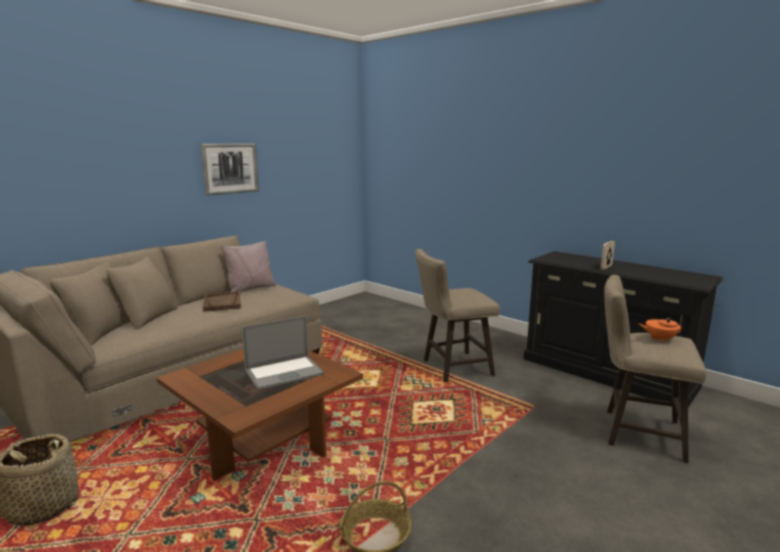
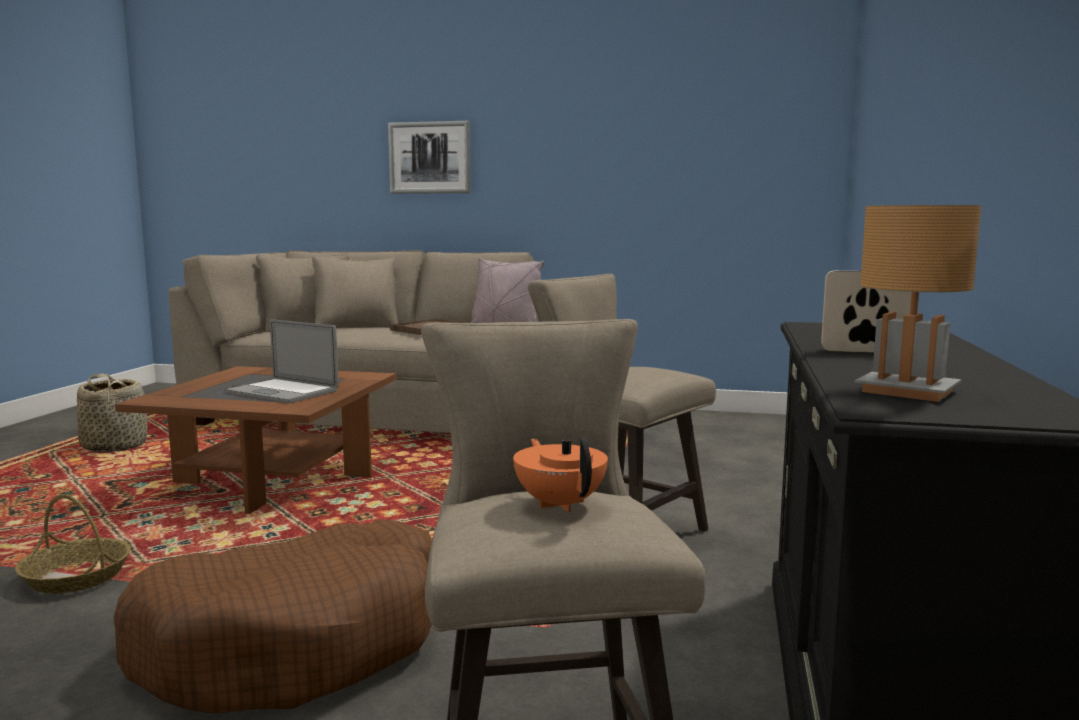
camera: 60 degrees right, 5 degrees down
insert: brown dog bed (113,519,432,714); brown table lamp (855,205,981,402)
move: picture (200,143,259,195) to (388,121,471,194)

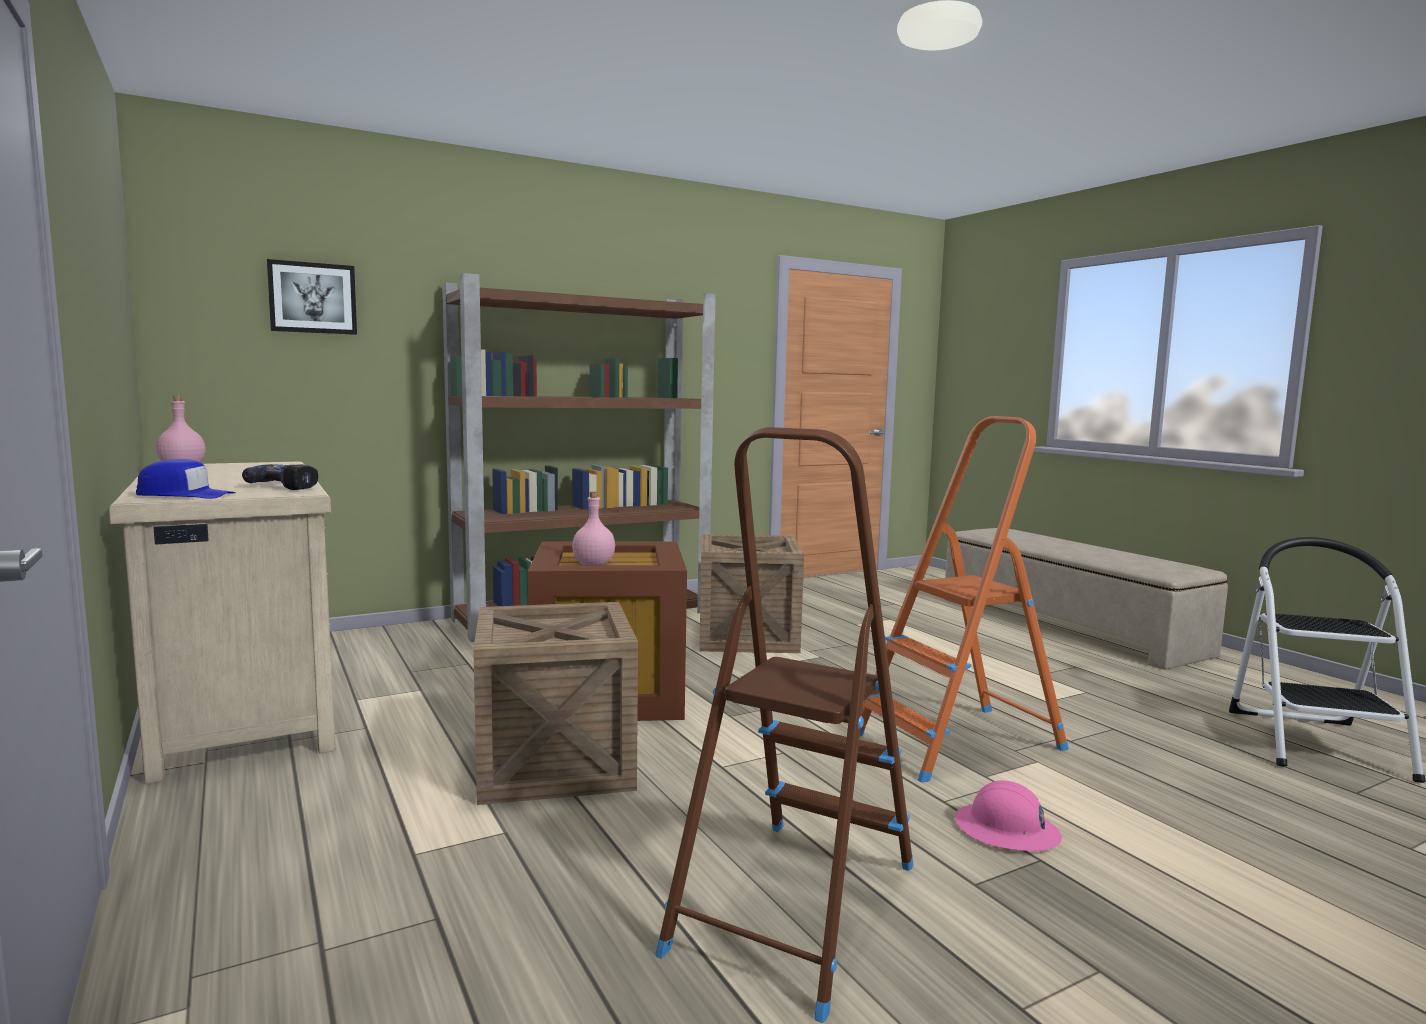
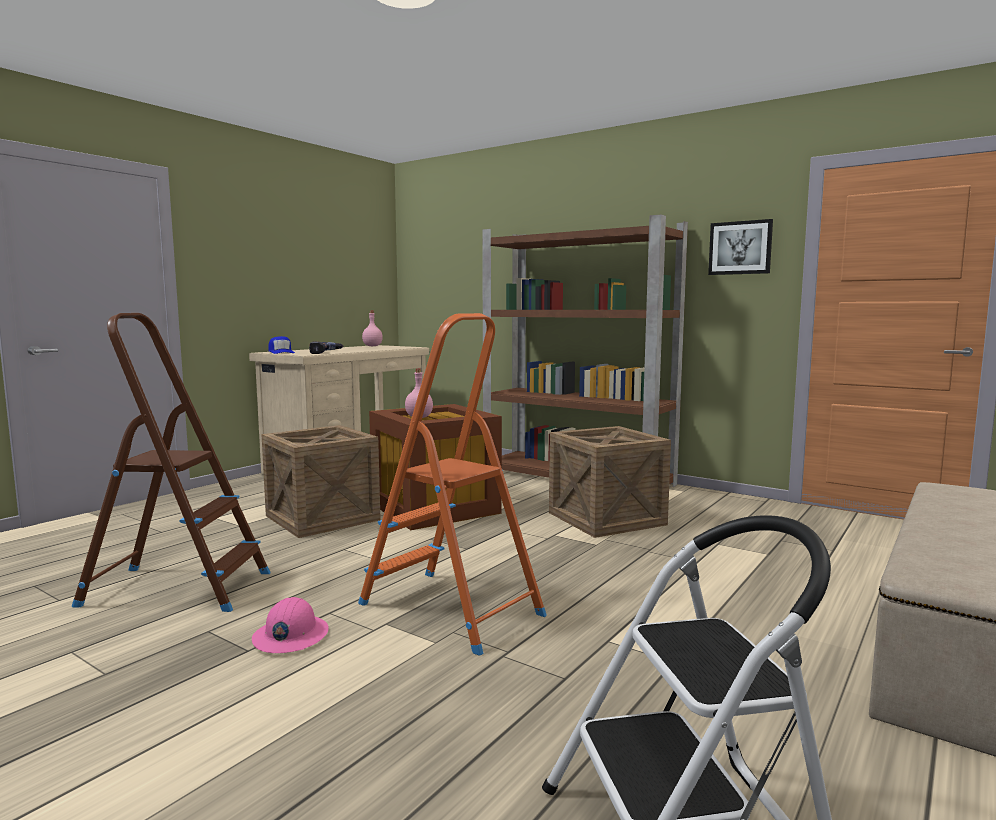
camera: 65 degrees right, 0 degrees up
move: picture (267,259,357,335) to (708,219,773,275)

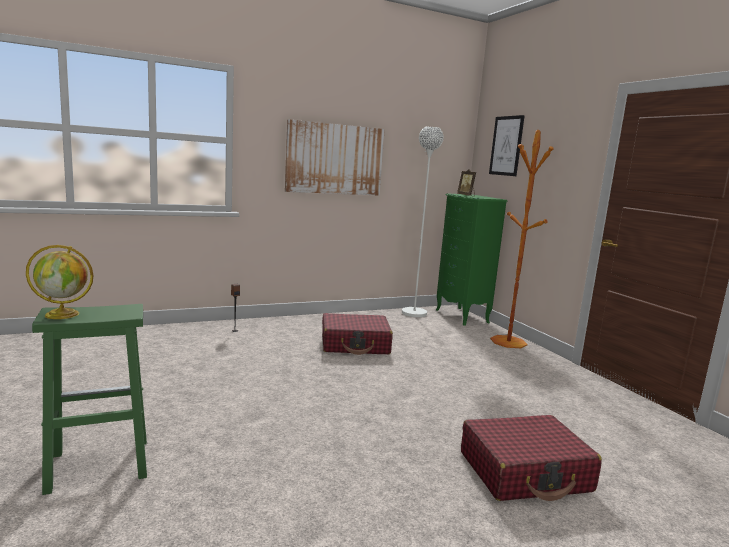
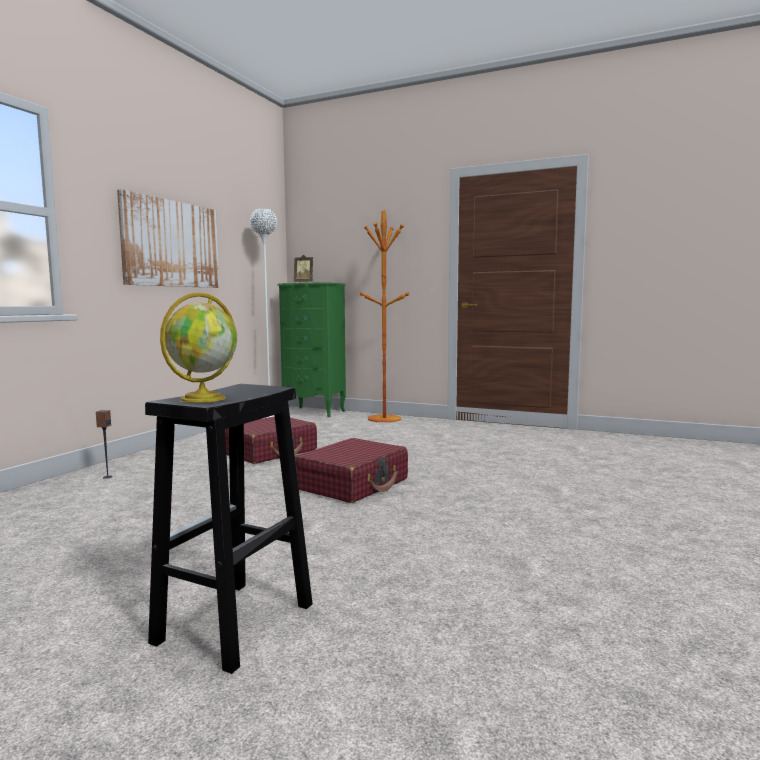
camera: 40 degrees left, 5 degrees down
delete: picture (489,115,525,176)
move: red suitcase (461,415,602,501) to (295,438,408,503)
recolor: green stool (32,304,147,495) to black stool (145,384,313,674)

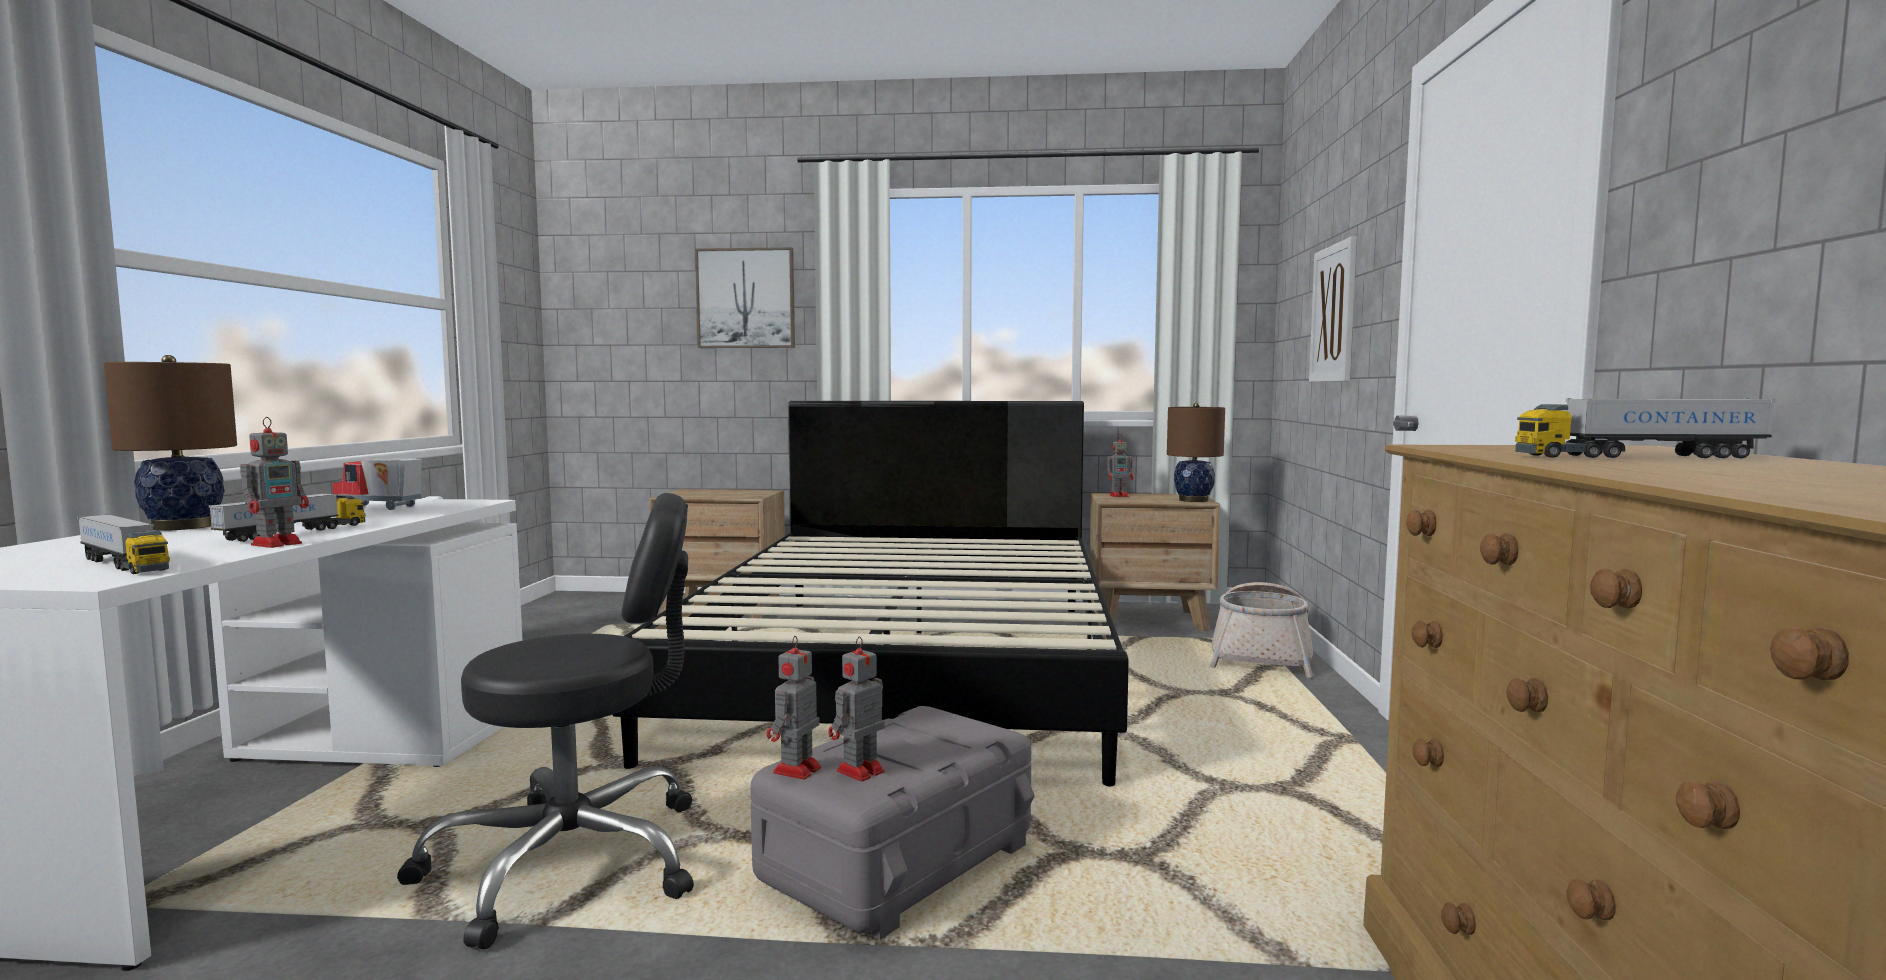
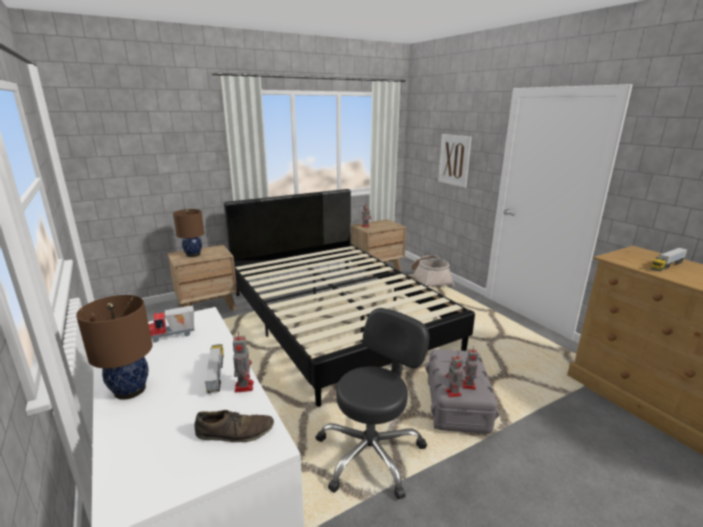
camera: 35 degrees left, 15 degrees up
delete: picture (695,247,795,348)
move: brown table lamp (1167,403,1225,502) to (173,209,204,257)
replace: toy truck (77,514,170,574) to brown shoe (194,410,274,442)

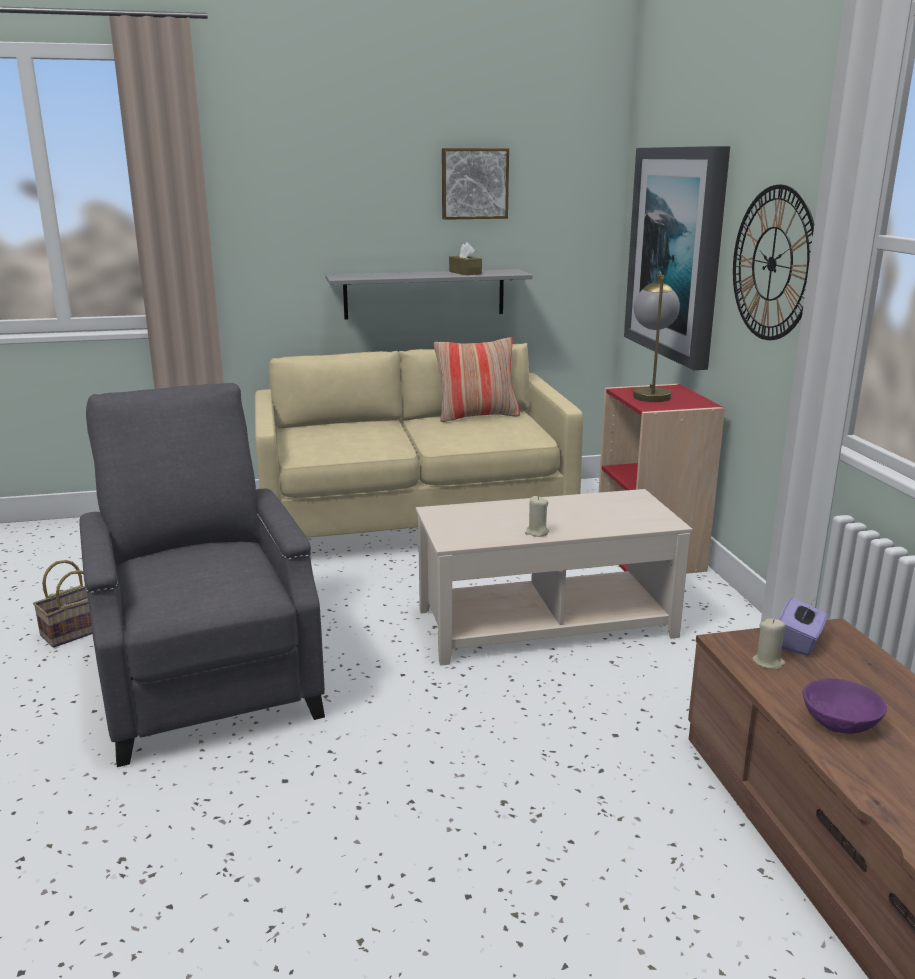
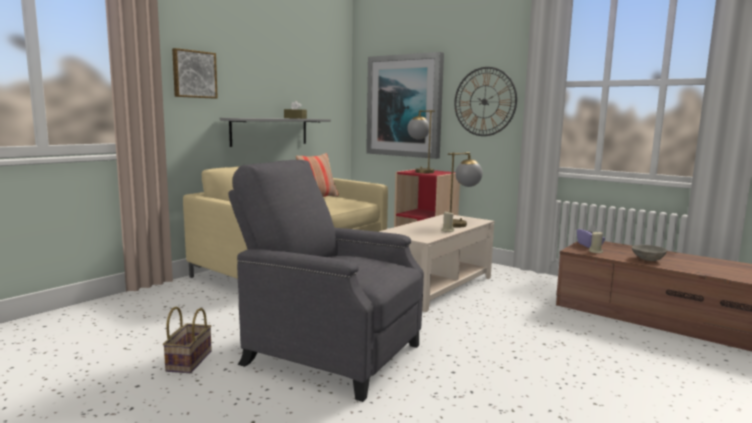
camera: 40 degrees left, 10 degrees down
insert: table lamp (448,152,483,227)
move: picture (442,148,509,220) to (172,48,218,99)
recolor: purple bowl (802,679,887,734) to grey bowl (632,245,667,261)

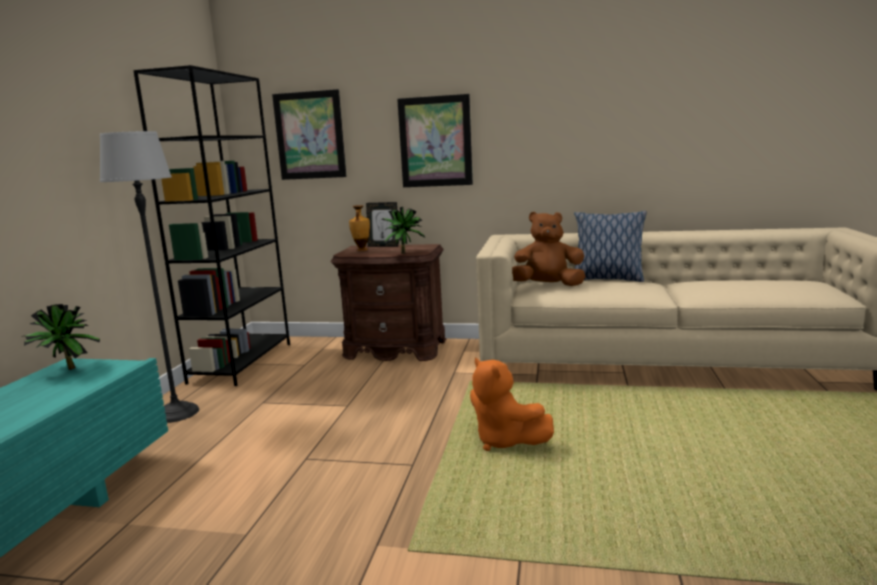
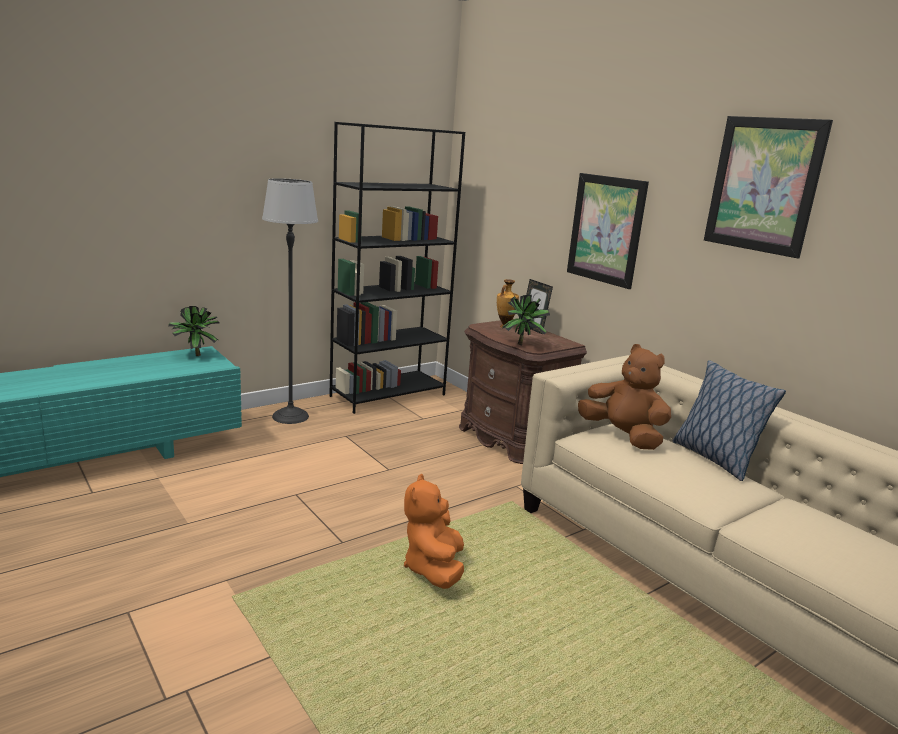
camera: 40 degrees right, 5 degrees up
move: picture (272,89,347,180) to (704,116,833,258)

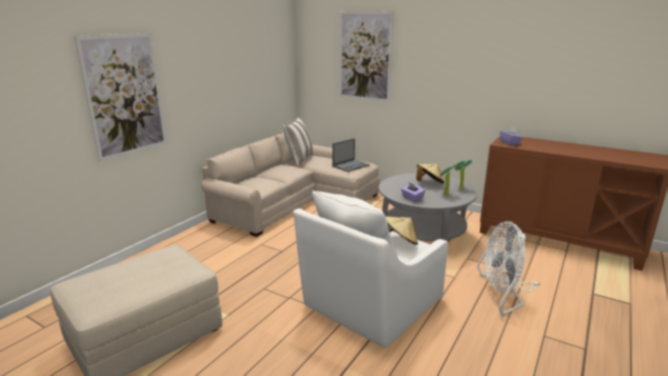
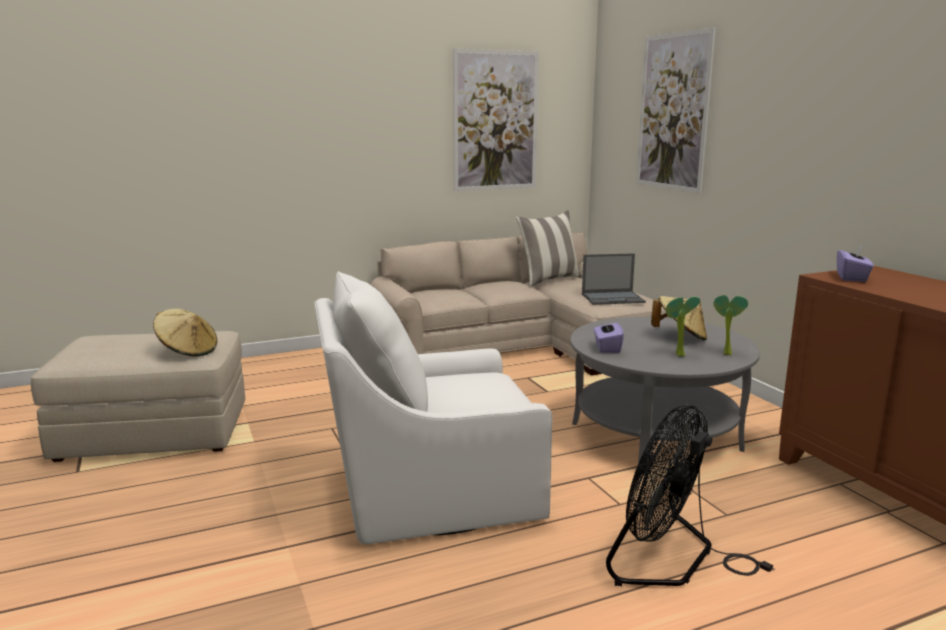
camera: 35 degrees right, 5 degrees down
move: beige hat (386,216,418,245) to (153,309,217,357); picture (74,33,167,162) to (453,49,539,191)
recolor: white fan (477,221,539,317) to black fan (606,406,774,586)

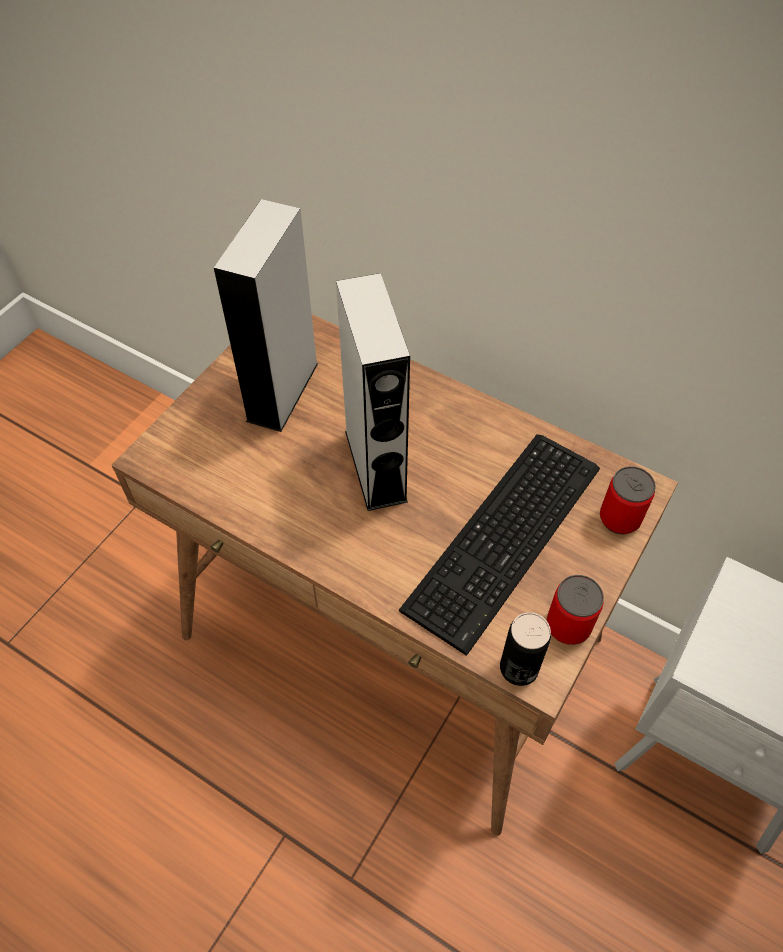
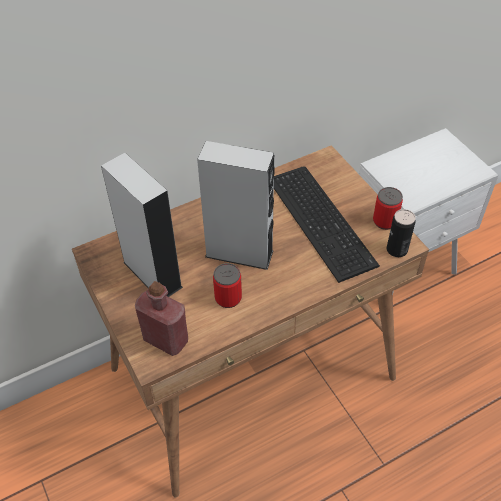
camera: 60 degrees left, 5 degrees down
insert: red bottle (135,281,188,356)
move: can (600,466,656,534) to (213,263,242,308)

